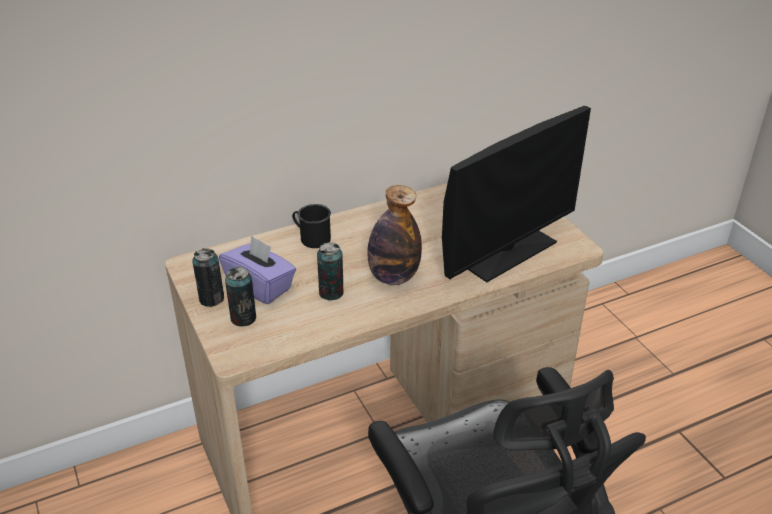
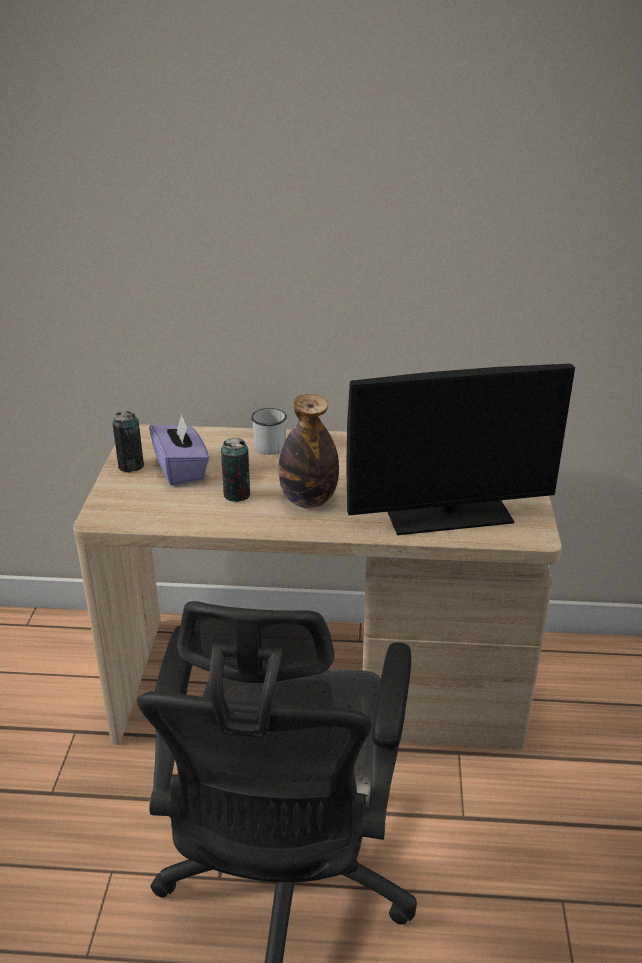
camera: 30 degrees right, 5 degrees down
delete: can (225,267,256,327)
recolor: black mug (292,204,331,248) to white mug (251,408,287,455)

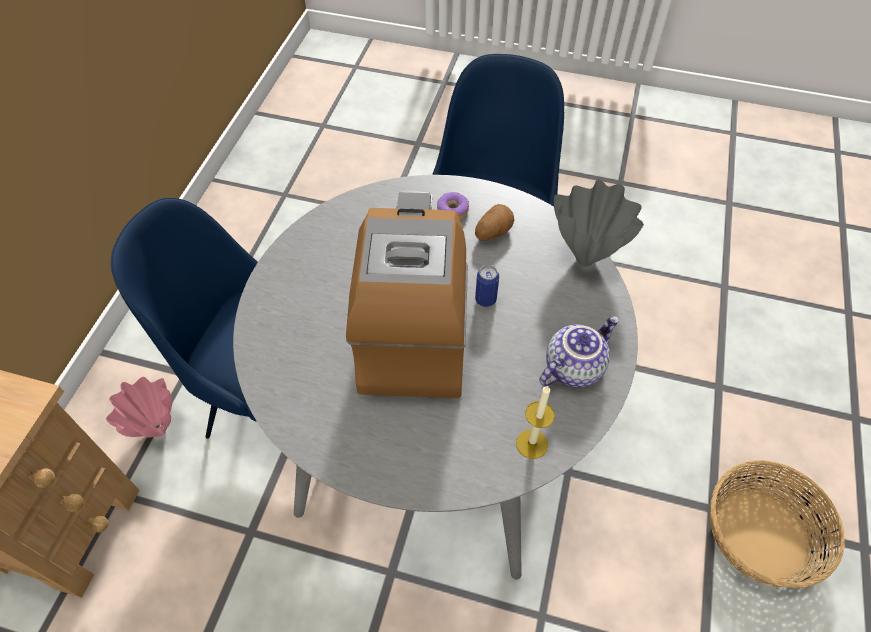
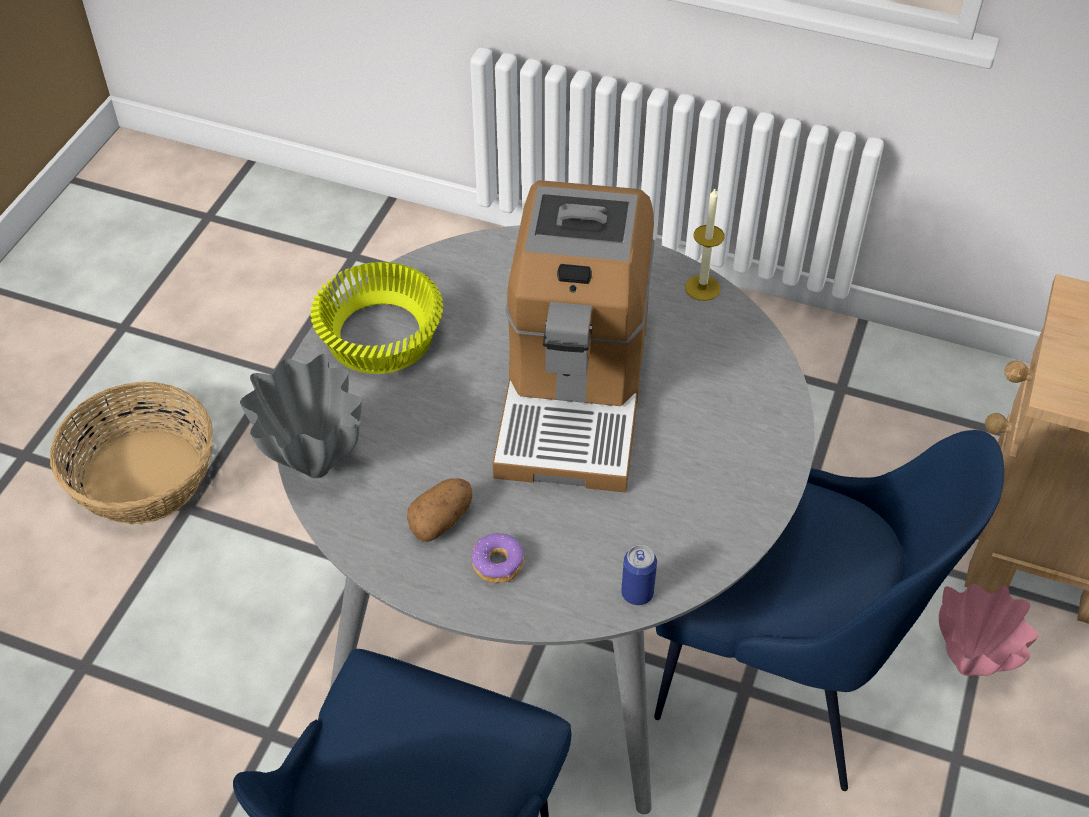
camera: 175 degrees left, 5 degrees down
move: can (475,265,499,307) to (621,545,657,605); candle (516,385,555,459) to (685,189,725,301)
replace: teapot (540,316,619,387) to yellow bowl (310,262,443,374)

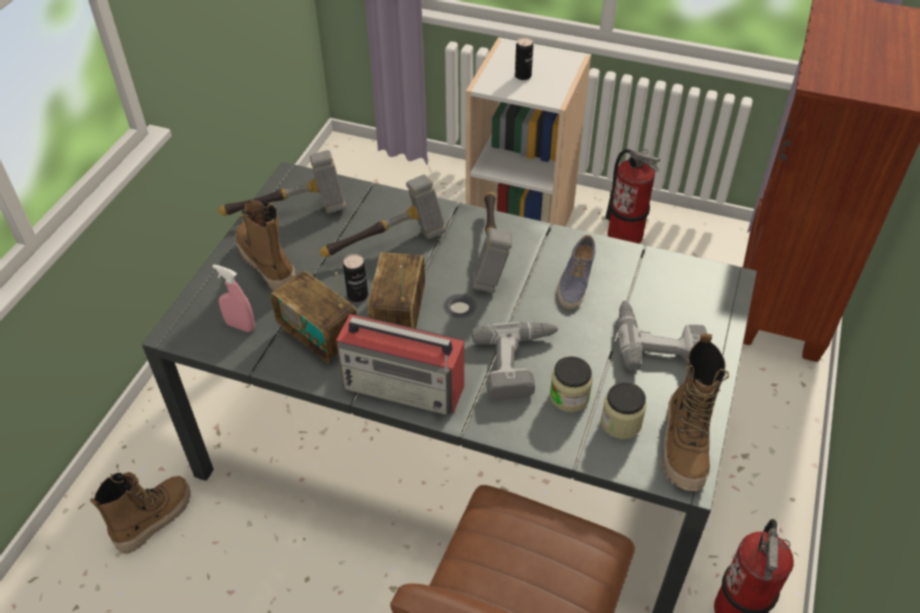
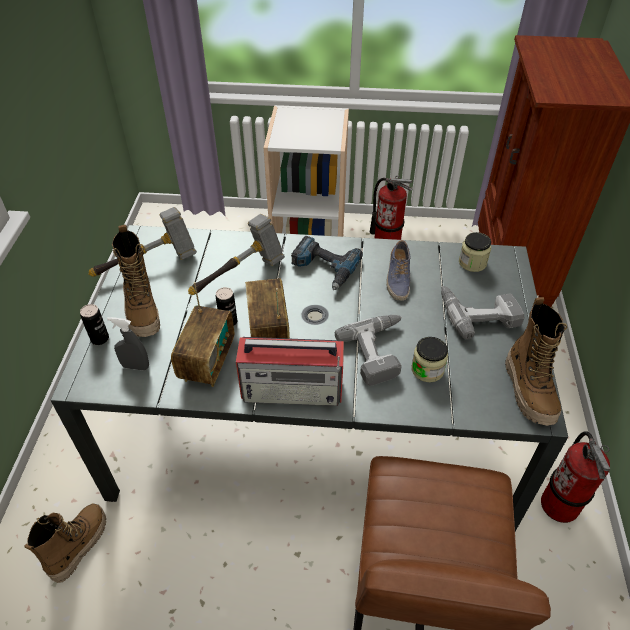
camera: 15 degrees left, 0 degrees up
move: can (515,37,533,80) to (80,304,109,345); jar (601,382,646,439) to (459,232,491,272)
replace: hammer (473,192,512,293) to power drill (291,236,363,290)
recolor: pink spray bottle (212,264,255,332) to grey spray bottle (107,317,149,371)
rotate: boot (235,200,296,291) = (112,225,160,337) 150 degrees counterclockwise; radio (270,271,358,364) = (171,282,234,387) 105 degrees counterclockwise

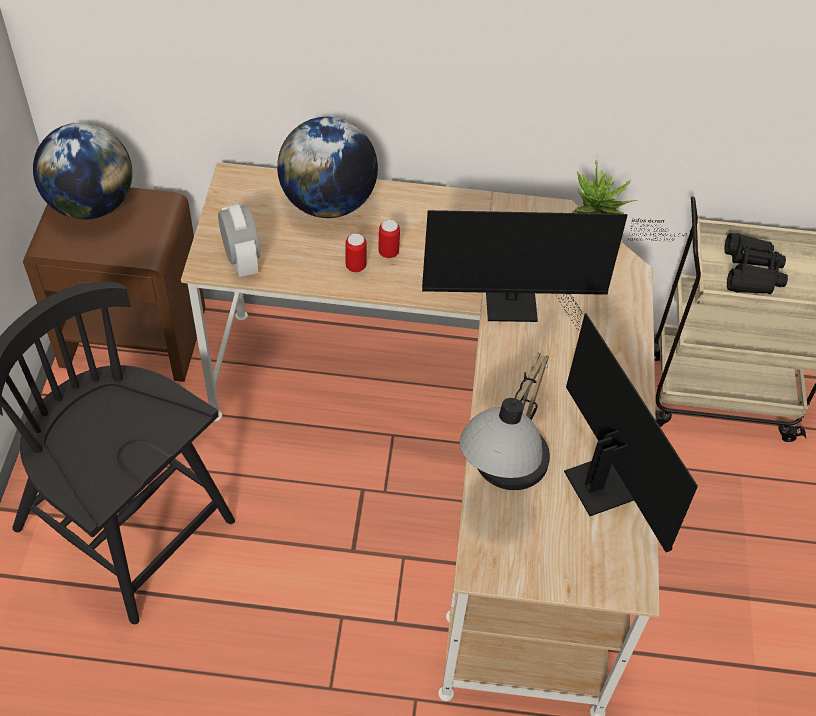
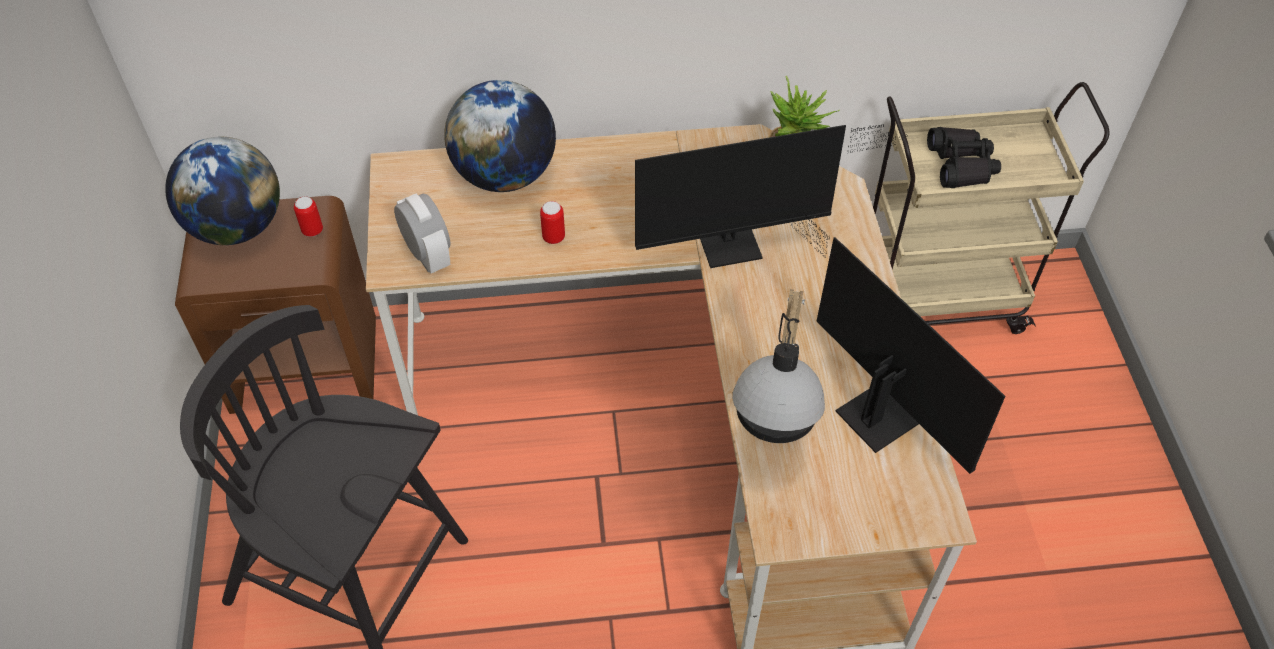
camera: 10 degrees left, 0 degrees up
move: can (378,220,400,258) to (294,197,323,237)

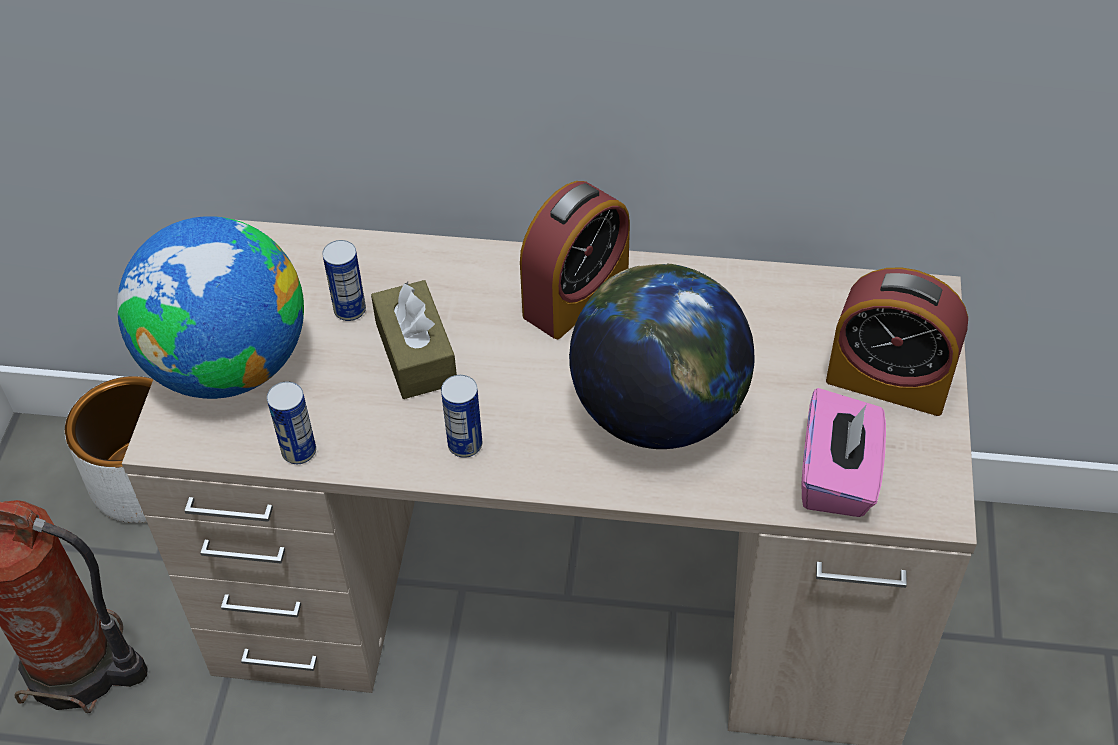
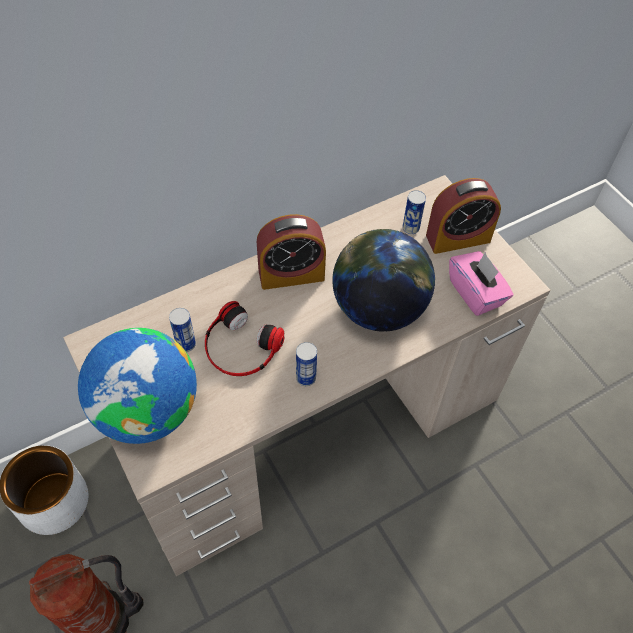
camera: 40 degrees left, 5 degrees up
move: can (267,381,316,464) to (402,190,426,234)
replace: brown tissue box (371,280,457,399) to headphones (205,301,284,376)
rotate: alarm clock (520,181,630,339) = (257,214,326,290) 75 degrees clockwise

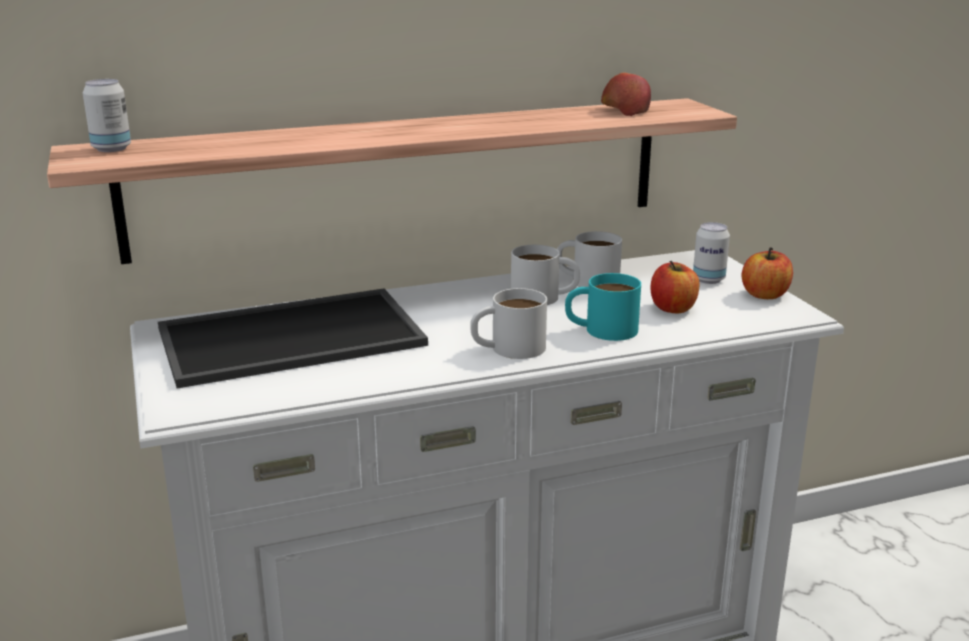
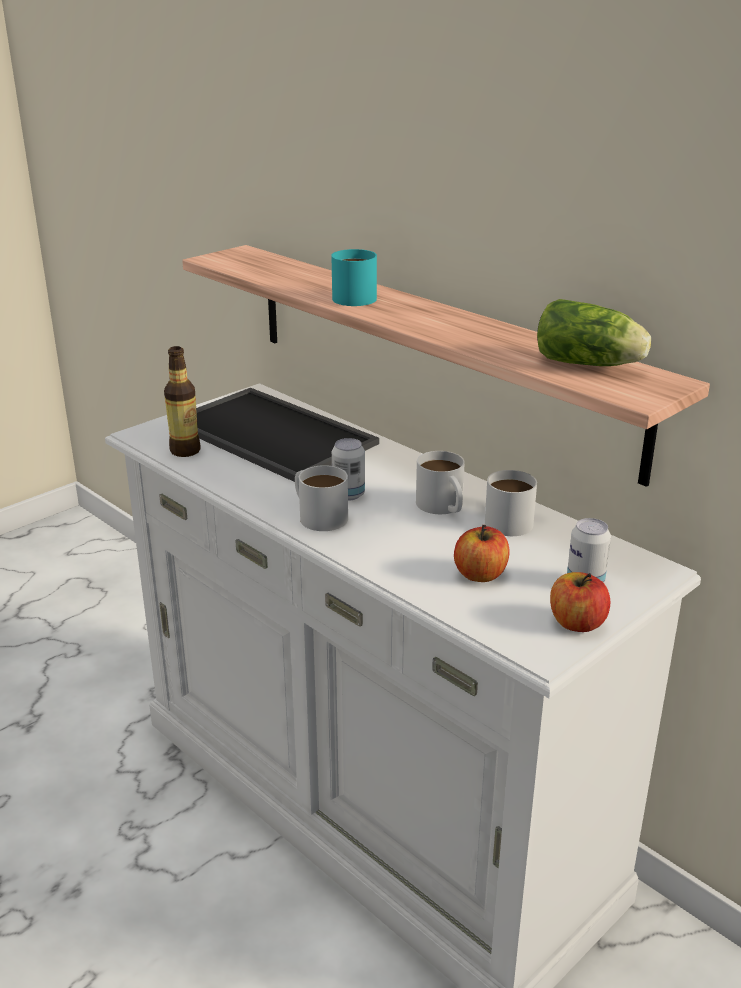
camera: 65 degrees right, 5 degrees up
insert: bottle (164,346,201,457)
move: turquoise mug (565,273,641,341) to (331,249,377,306); can (83,79,131,152) to (332,438,365,501)
replace: apple (601,73,651,116) to lettuce (537,299,651,366)

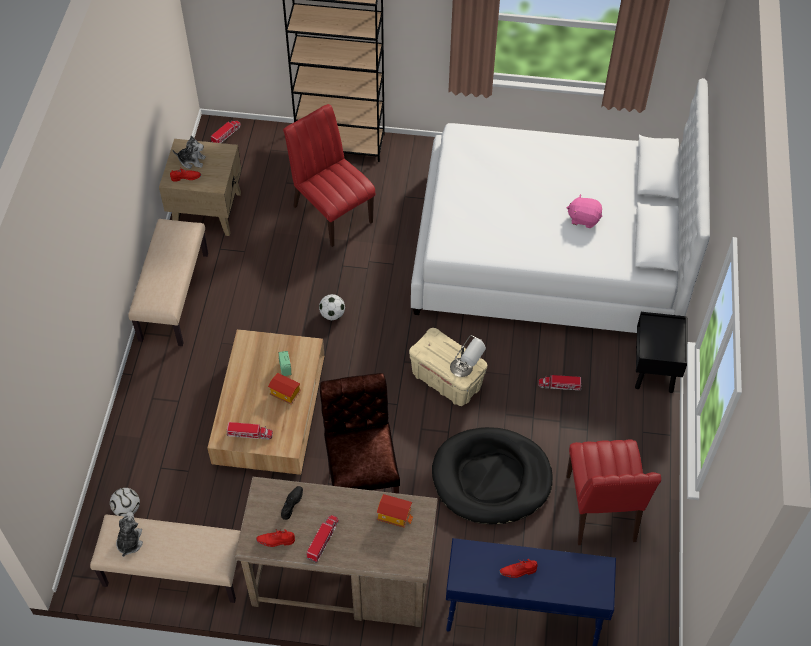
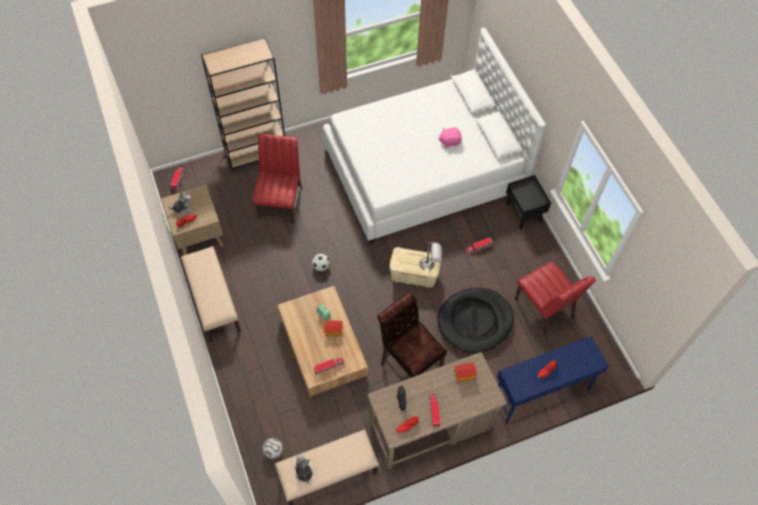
camera: 30 degrees left, 5 degrees up
rotate: red chair (283,104,376,247) = (253,134,302,223) 75 degrees clockwise

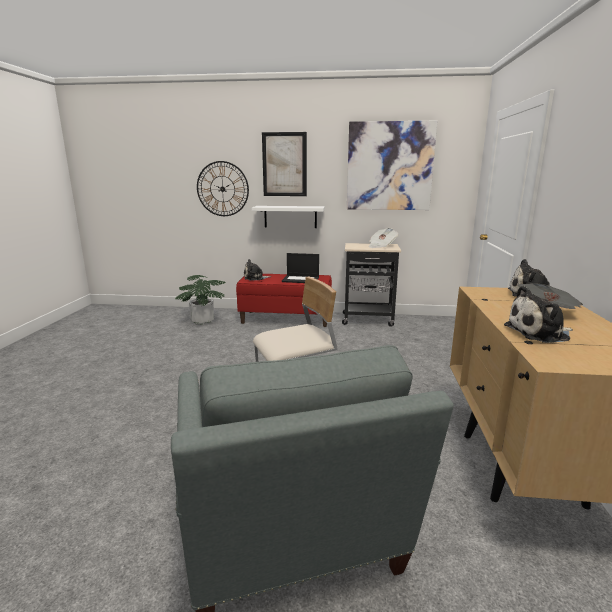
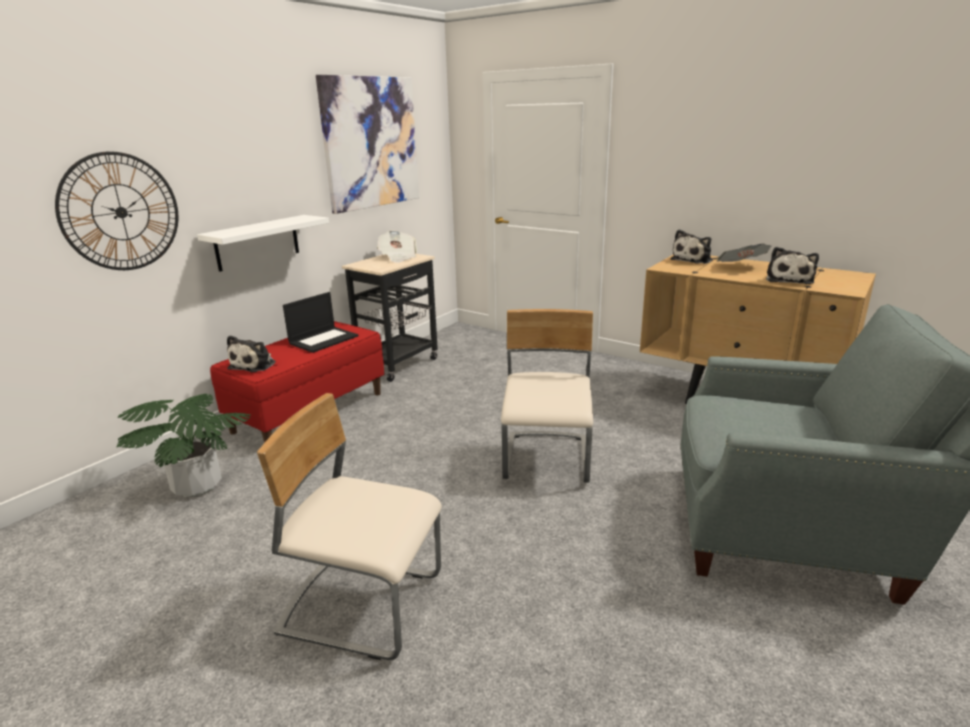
camera: 60 degrees left, 5 degrees up
delete: picture (262,132,307,196)
insert: beige chair (257,393,442,660)

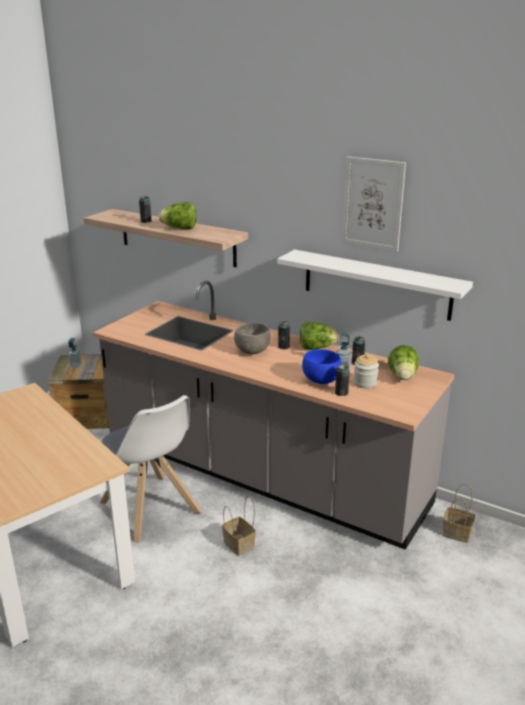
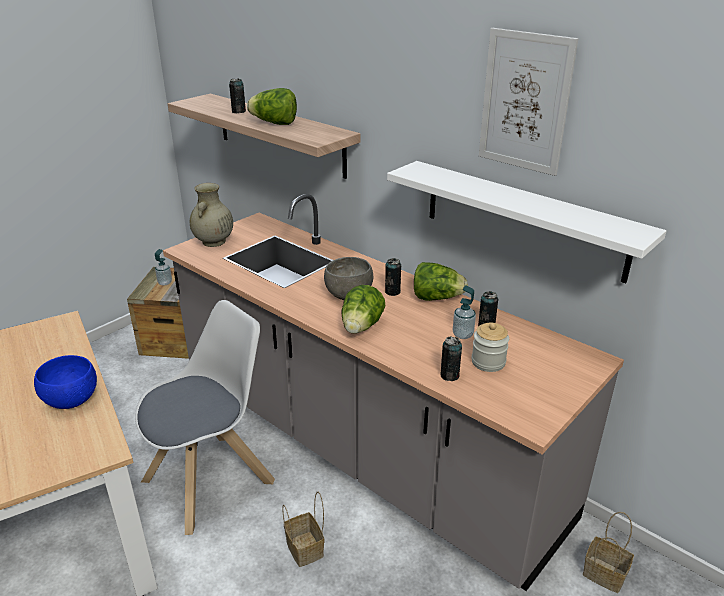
camera: 10 degrees right, 5 degrees up
insert: beige vase (190,183,233,247)
move: blue bowl (302,349,342,384) to (34,355,97,409); lettuce (388,345,419,380) to (342,285,385,334)
rotate: chair (99,395,201,543) = (135,300,275,535) 105 degrees counterclockwise

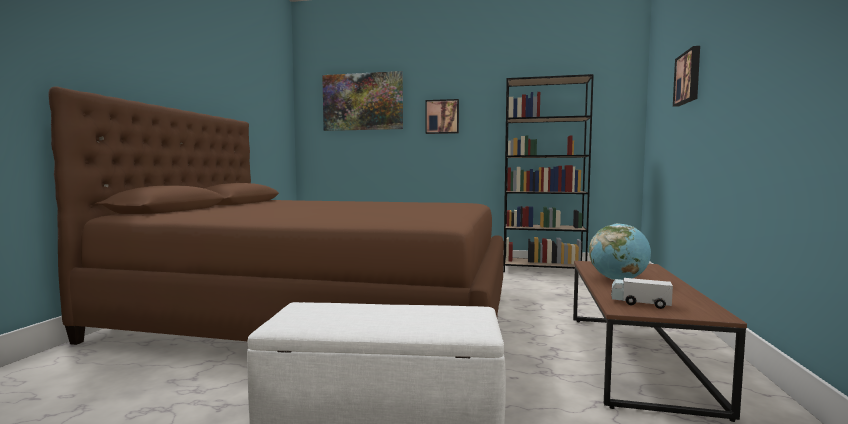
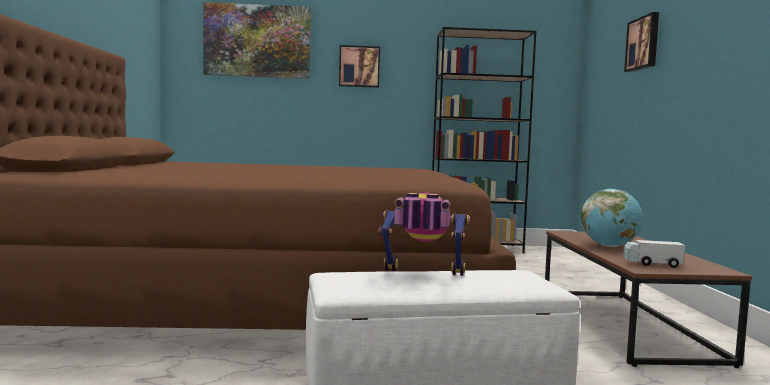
camera: 15 degrees left, 0 degrees up
insert: toy robot (378,193,470,276)

